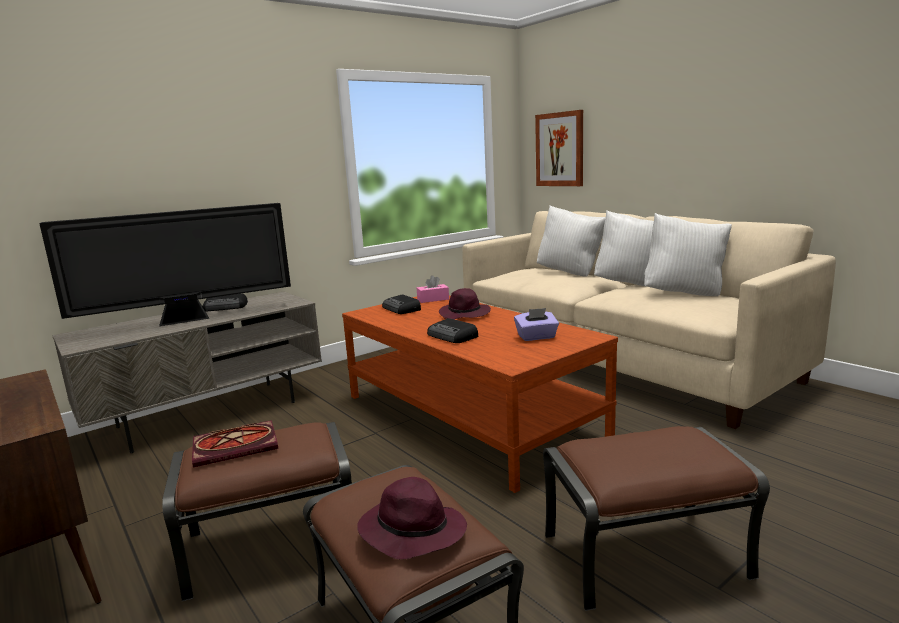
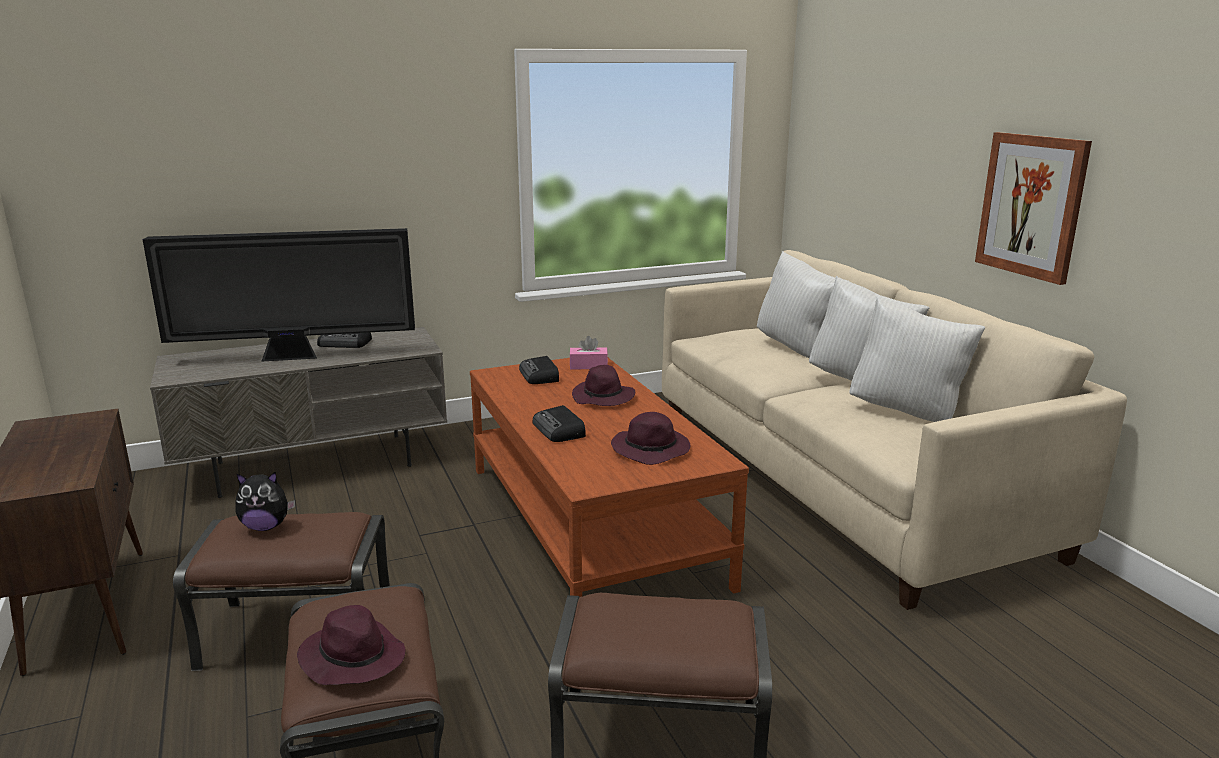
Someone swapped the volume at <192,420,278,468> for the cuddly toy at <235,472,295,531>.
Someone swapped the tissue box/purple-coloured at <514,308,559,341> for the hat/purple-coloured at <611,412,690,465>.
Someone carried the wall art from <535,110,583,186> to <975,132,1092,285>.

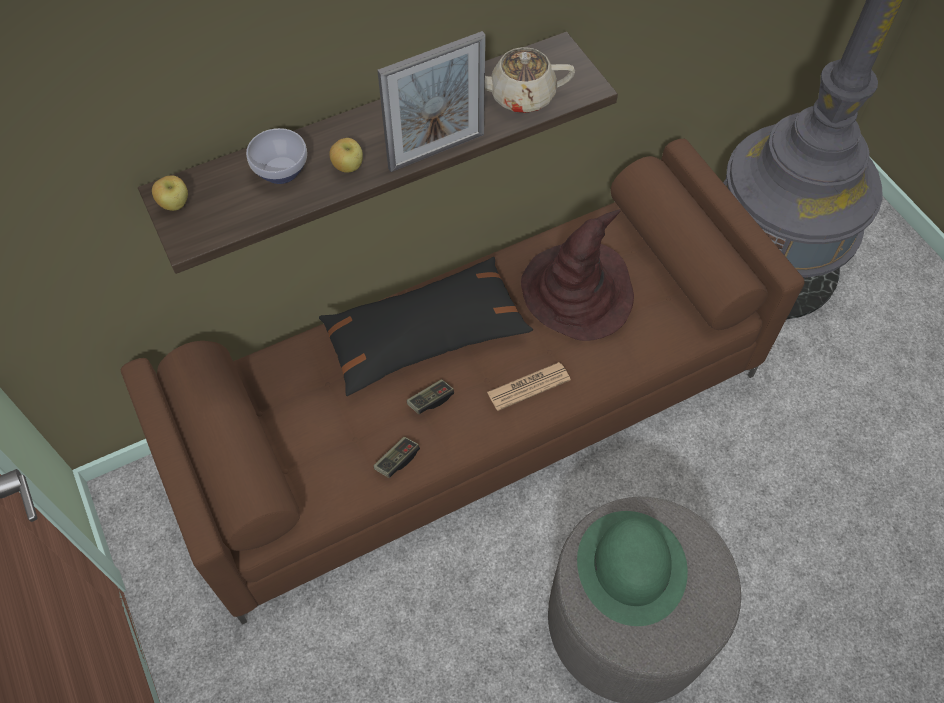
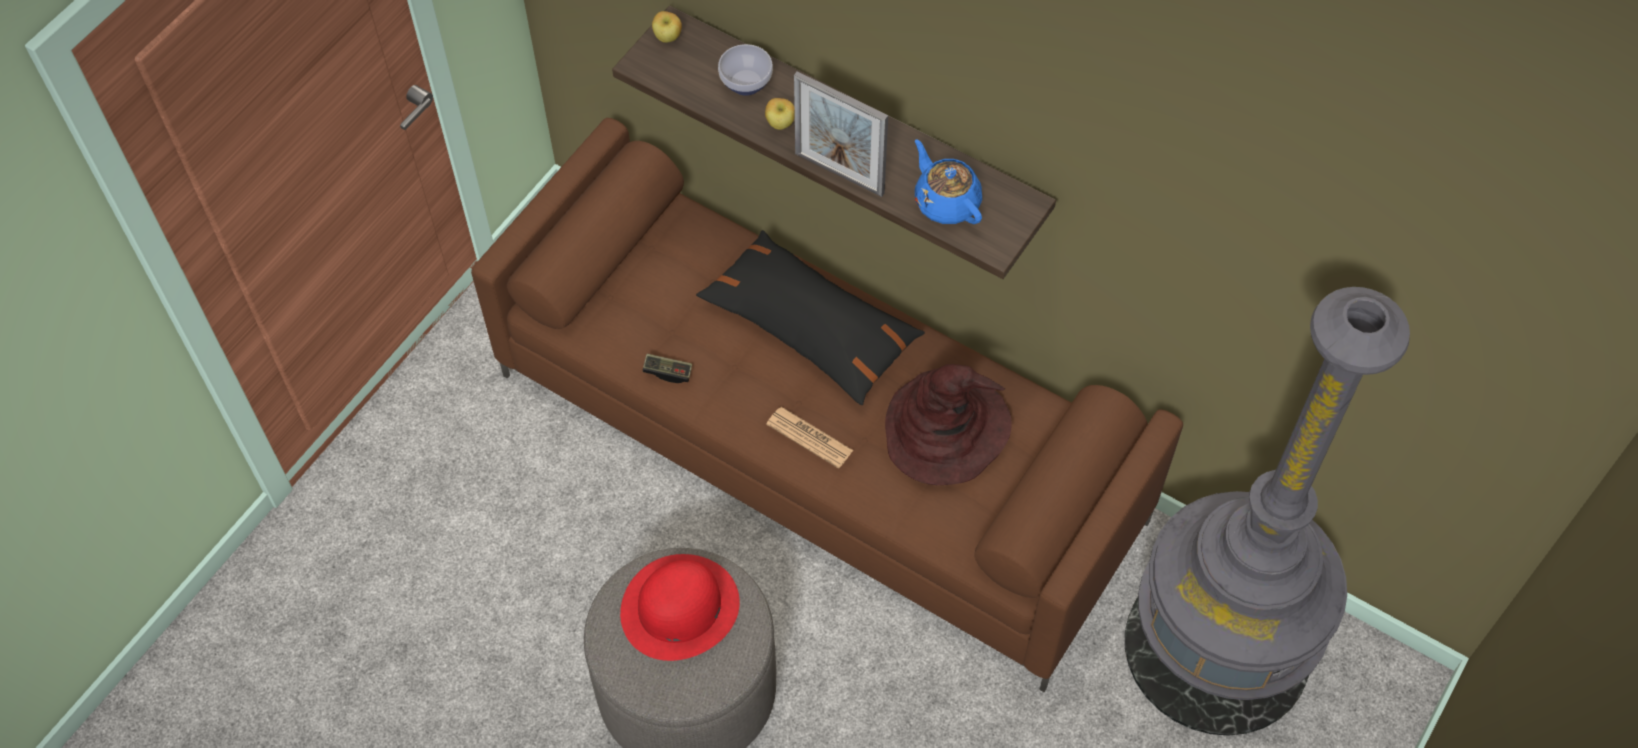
Someone took away the gamepad at <407,379,454,414>.
Someone repainted the pot for tea/beige at <485,47,575,113>, which became the pot for tea/bluish at <915,139,982,224>.
Someone repainted the hat/green-coloured at <577,511,688,626>, which became the hat/red at <620,554,740,661>.

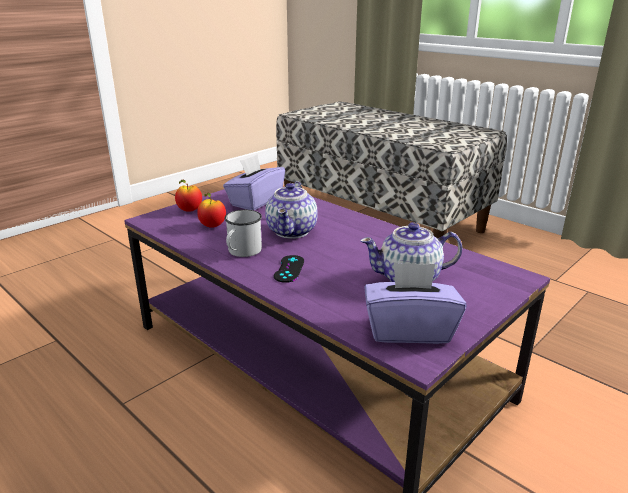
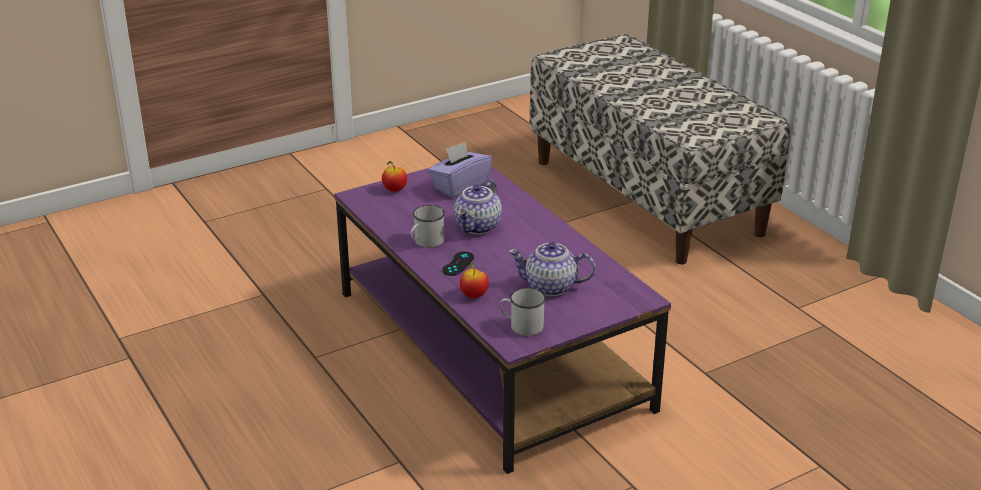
Someone carried the apple from <197,193,226,228> to <460,263,489,298>.
Someone swapped the tissue box/purple-coloured at <364,262,466,344> for the mug/white-coloured at <499,288,546,336>.

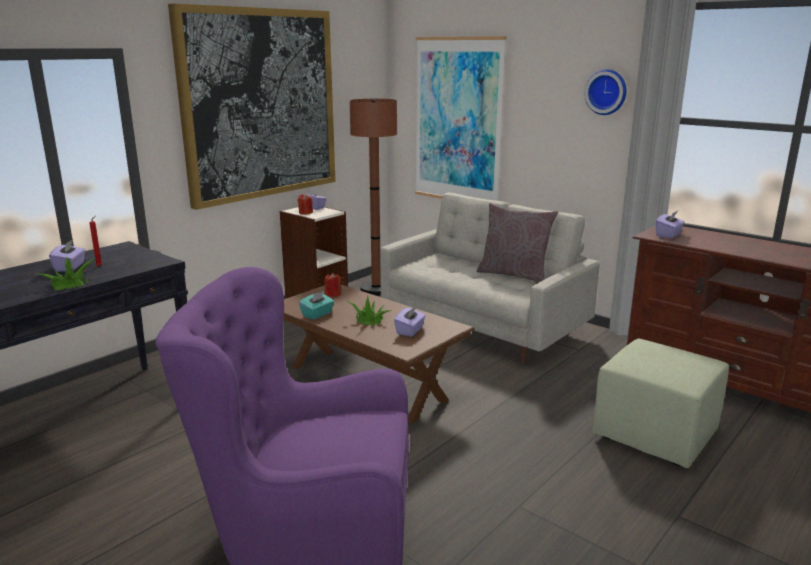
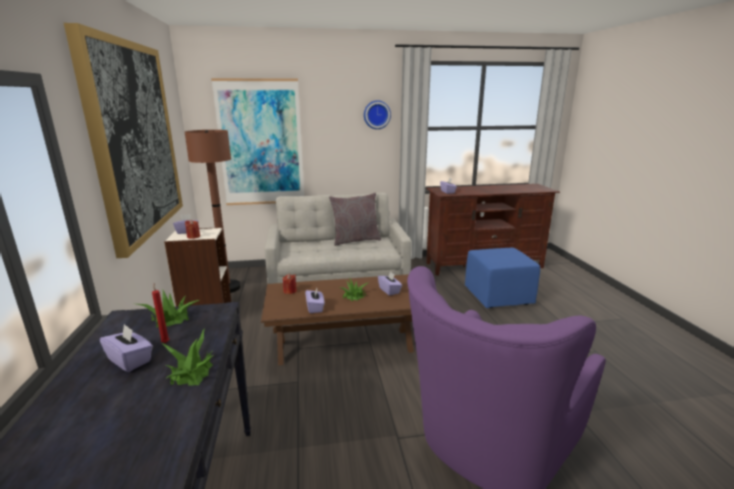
Someone repainted the tissue box/turquoise at <299,291,334,320>, which became the tissue box/purple-coloured at <305,288,324,313>.
Someone repainted the ottoman/green-coloured at <592,339,729,468>, which became the ottoman/bluish at <465,248,540,308>.
Someone put down the potted plant at <137,289,199,328>.

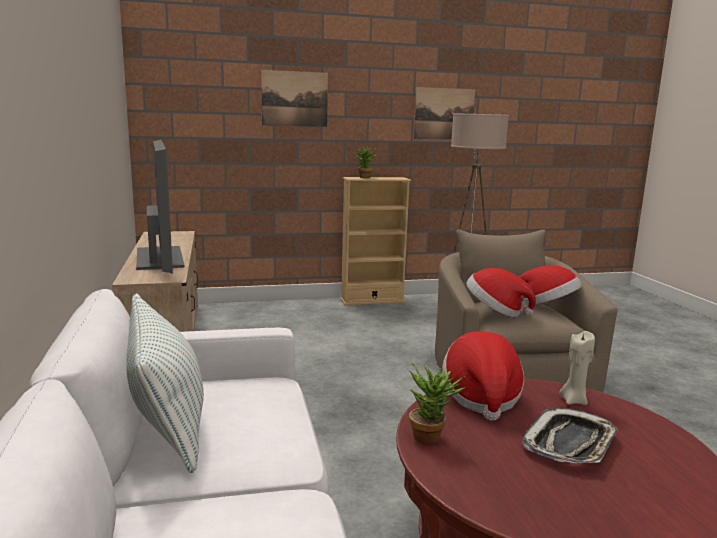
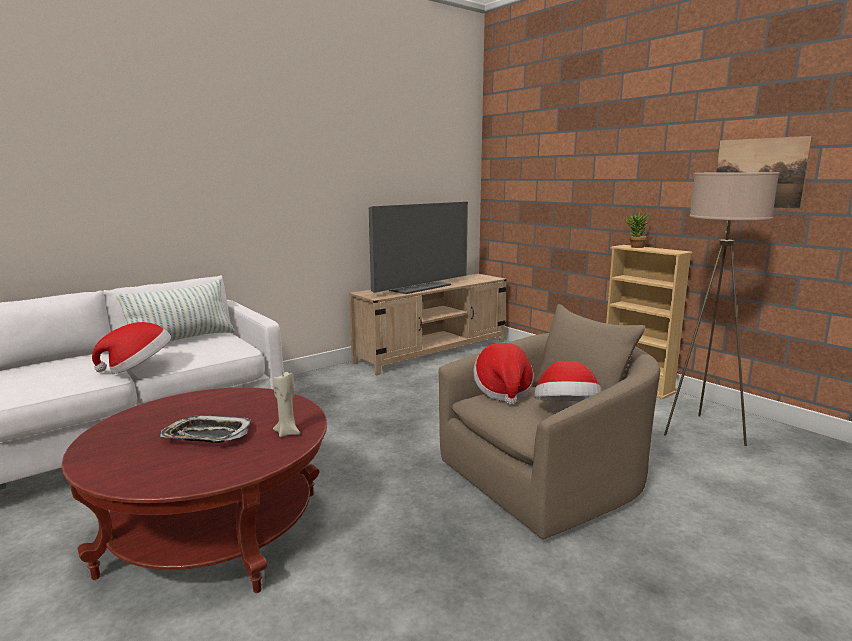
Someone took away the wall art at <261,70,328,127>.
Someone took away the potted plant at <409,363,466,444>.
Someone carried the hat from <442,331,524,421> to <92,322,171,374>.

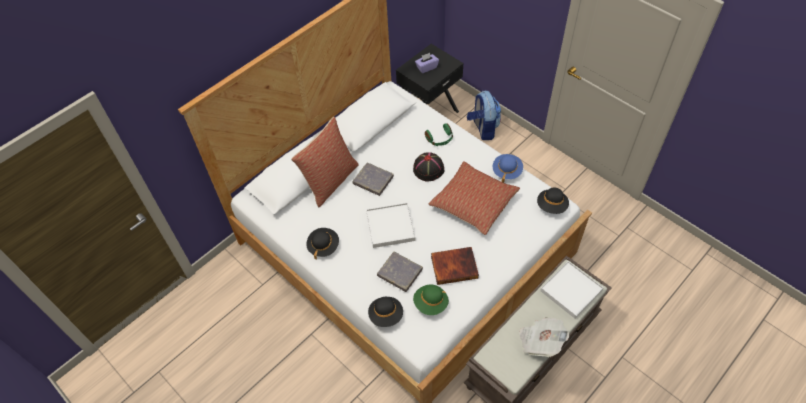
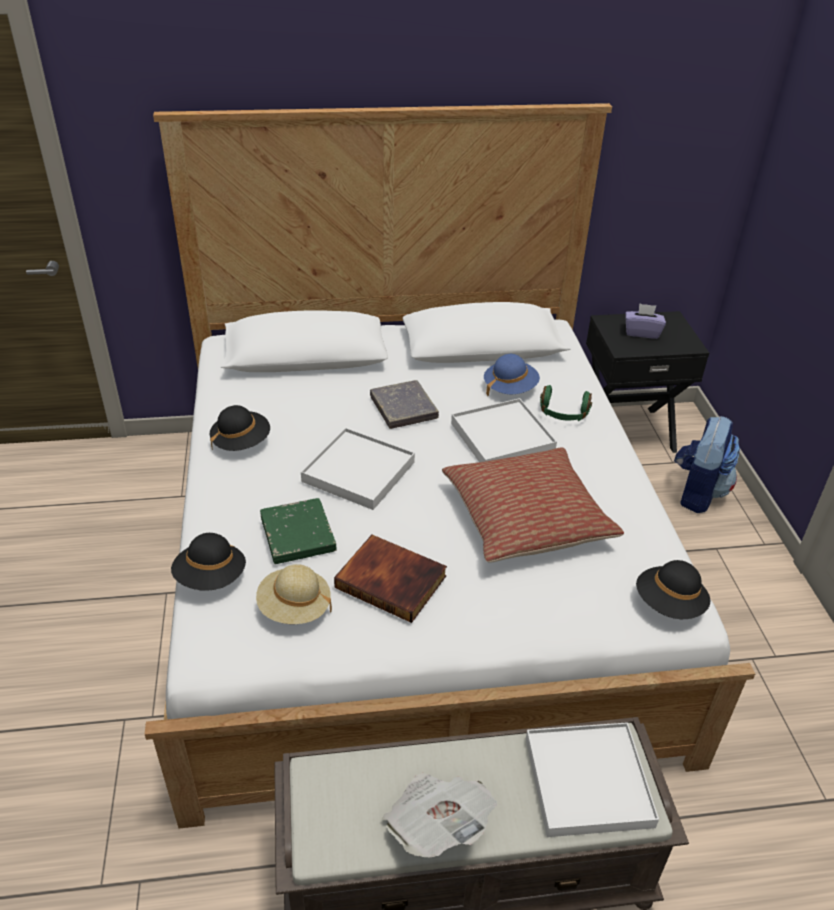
Someone took away the pillow at <291,117,359,207>.
Someone repainted the volume/gray at <377,252,423,292>, which became the volume/green-coloured at <260,498,337,564>.
Someone swapped the hat/black-coloured at <413,152,444,182> for the serving tray/white-coloured at <451,398,557,462>.
Someone repainted the hat/green-coloured at <413,285,449,315>, which became the hat/beige at <256,564,332,624>.
Someone carried the hat/bluish from <493,154,523,183> to <484,354,540,396>.

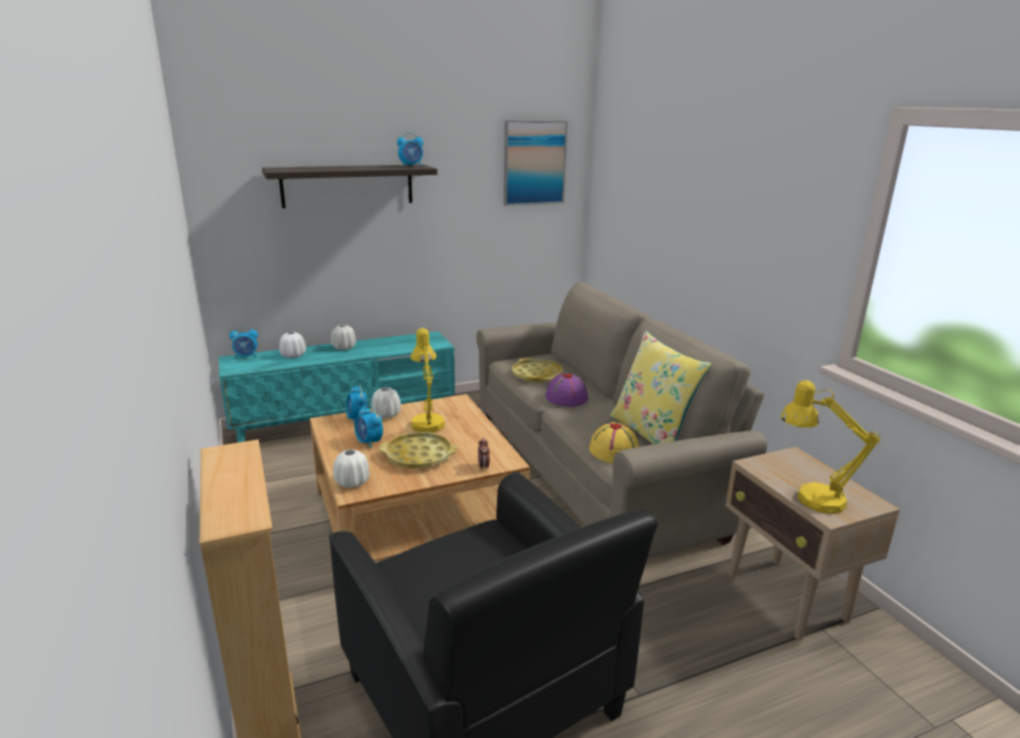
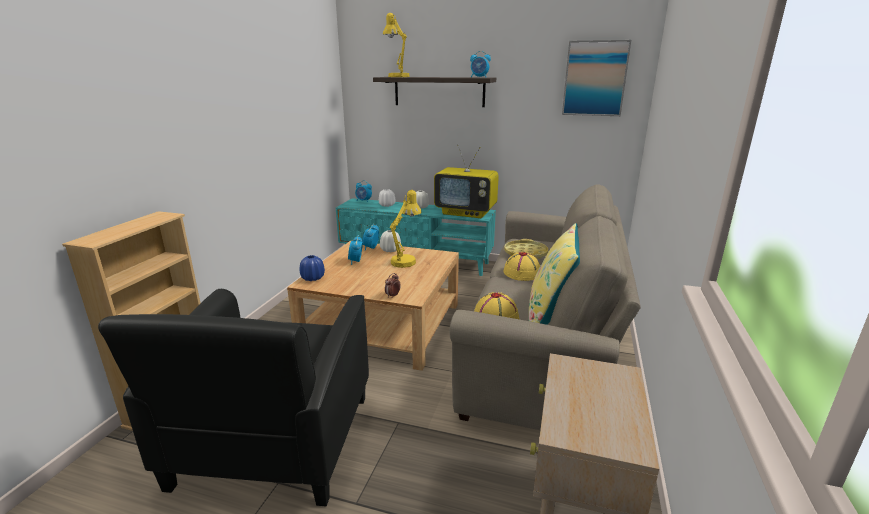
Someone repainted the decorative vase/white-coloured at <333,449,369,488>, which became the decorative vase/bluish at <300,255,325,281>.
Someone took away the serving tray/yellow-coloured at <379,432,458,469>.
Someone repainted the hat/purple-coloured at <545,373,588,407>, which became the hat/yellow-coloured at <503,252,540,281>.
Someone carried the tabletop lamp/yellow-coloured from <780,380,880,514> to <383,13,410,77>.
Someone put down the TV set at <434,145,499,218>.

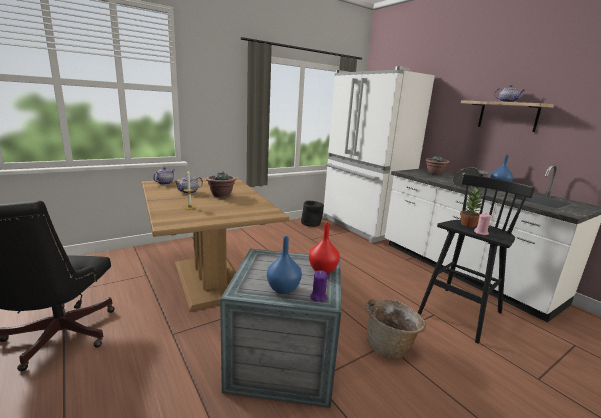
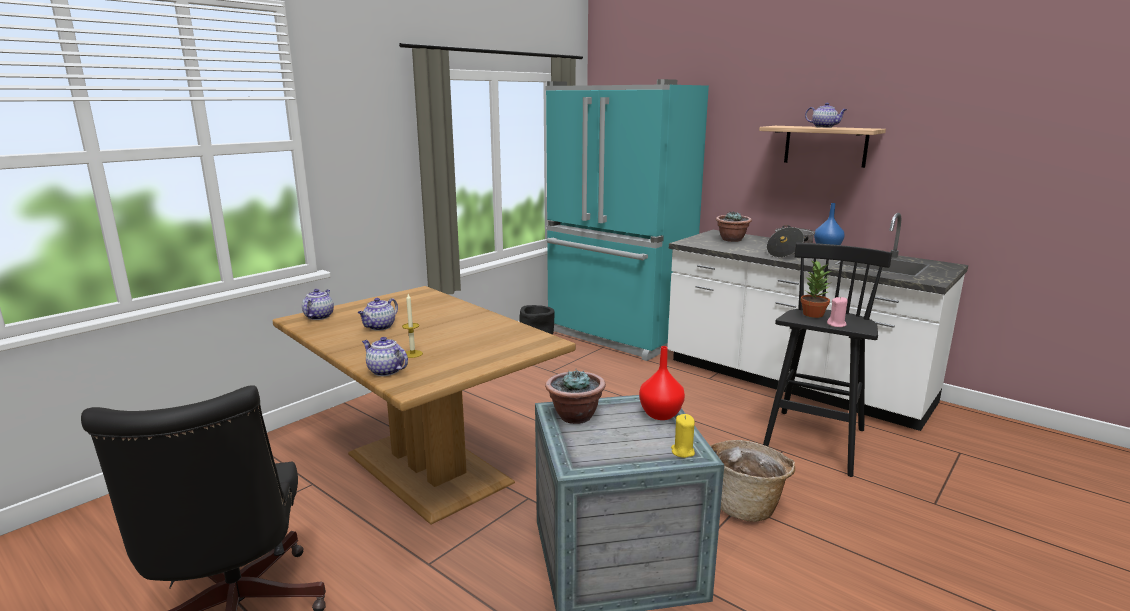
Someone carried the potted plant from <206,172,236,198> to <545,369,606,424>.
Someone took away the decorative vase/bluish at <267,236,302,294>.
Someone repainted the wax candle/purple-coloured at <310,270,327,302>, which became the wax candle/yellow-coloured at <671,414,695,458>.
Someone repainted the refrigerator/white-coloured at <322,66,435,243>, which became the refrigerator/turquoise at <546,79,709,361>.
Someone put down the pot for tea at <362,337,408,376>.

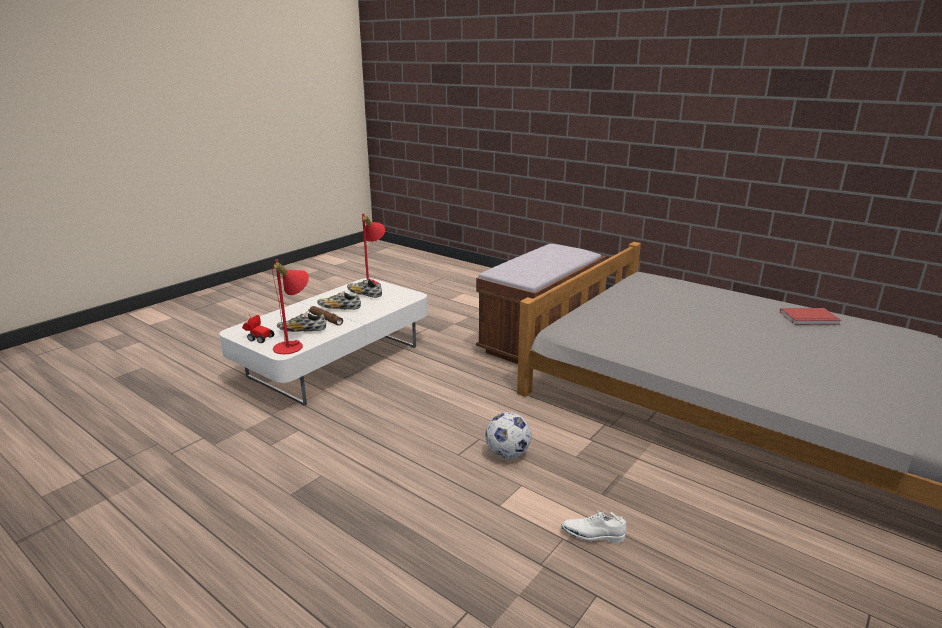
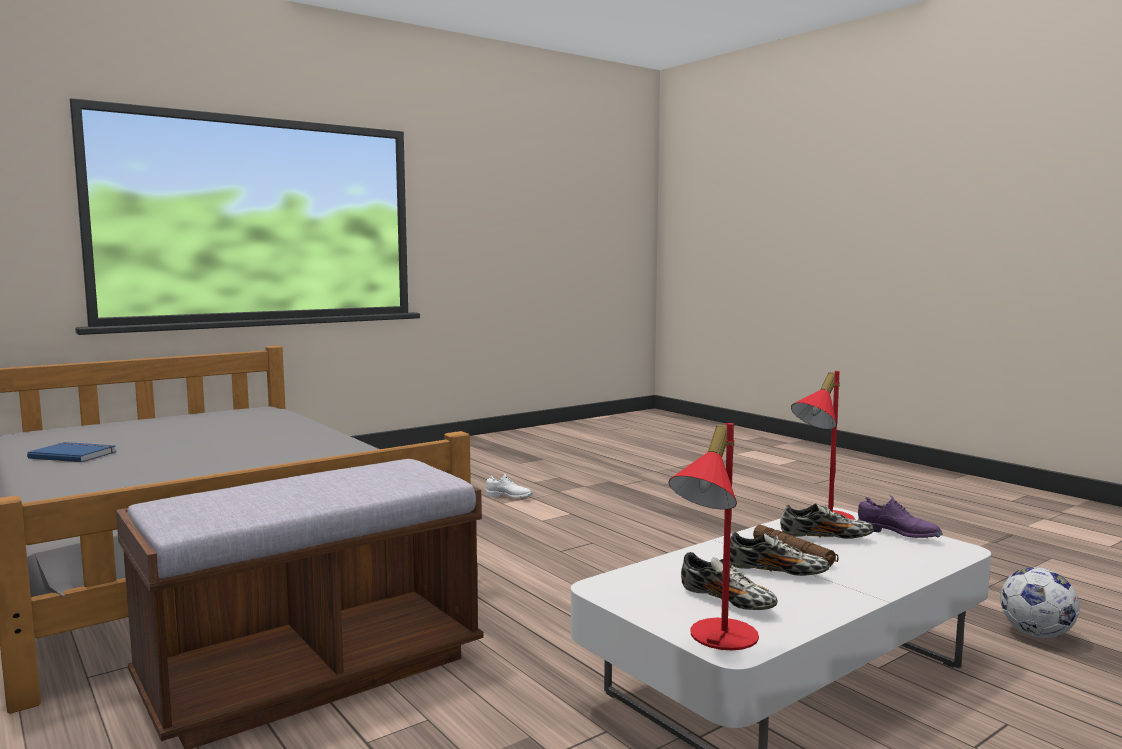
Someone swapped the miniature car at <242,313,274,343> for the item of footwear/purple-coloured at <858,495,943,538>.
Someone carried the football ball from <485,412,531,459> to <1000,567,1080,638>.
Someone repainted the volume/red at <780,308,841,325>, which became the volume/bluish at <27,442,116,462>.

